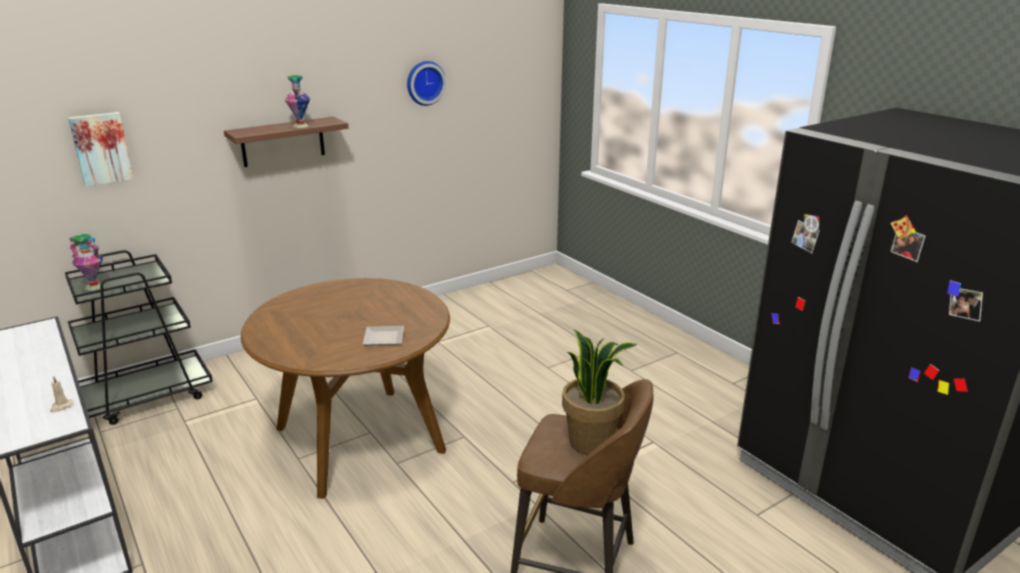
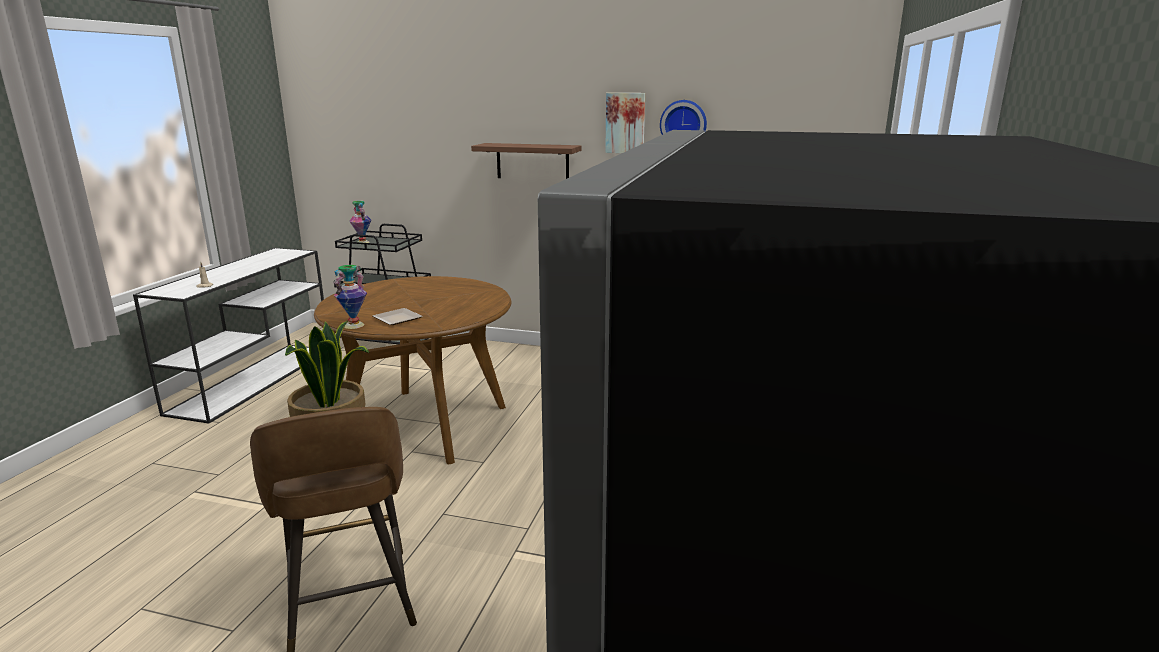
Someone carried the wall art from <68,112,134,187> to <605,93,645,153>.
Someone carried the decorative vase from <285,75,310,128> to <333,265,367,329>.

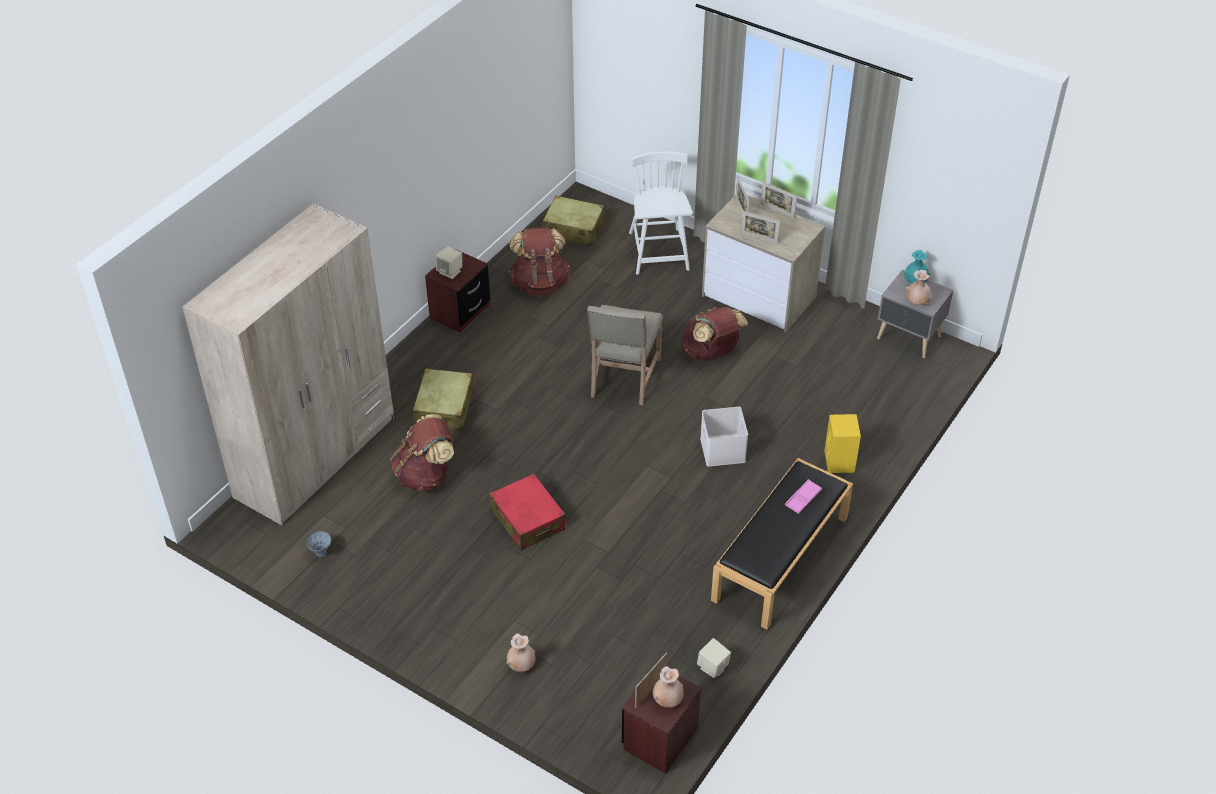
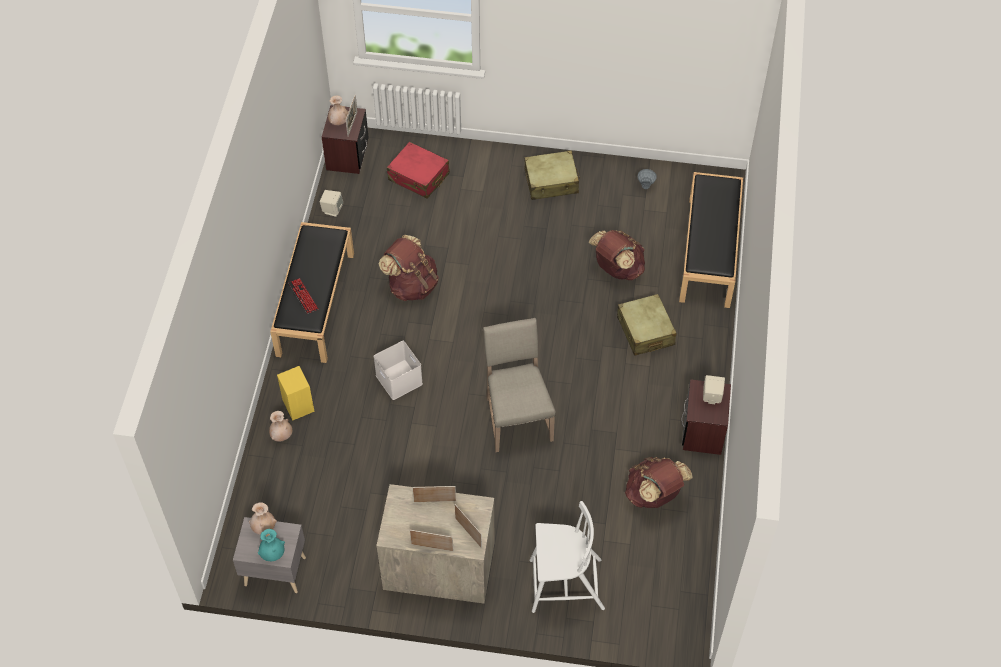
Someone swapped the wardrobe/beige at <182,203,394,525> for the bench/black-coloured at <679,172,743,308>.
Someone carried the travel case/red from <489,474,565,550> to <387,142,450,199>.
Someone carried the decorative vase/beige from <507,633,535,672> to <269,411,292,442>.
Someone carried the travel case/beige from <543,196,604,247> to <524,150,580,200>.
Someone rotated the upright chair/white-coloured at <629,151,693,275> by 60 degrees counterclockwise.
Someone carried the rucksack/brown-coloured from <681,307,748,361> to <379,235,439,301>.
Someone swapped the serving tray/pink at <785,479,822,514> for the computer keyboard at <288,278,319,314>.

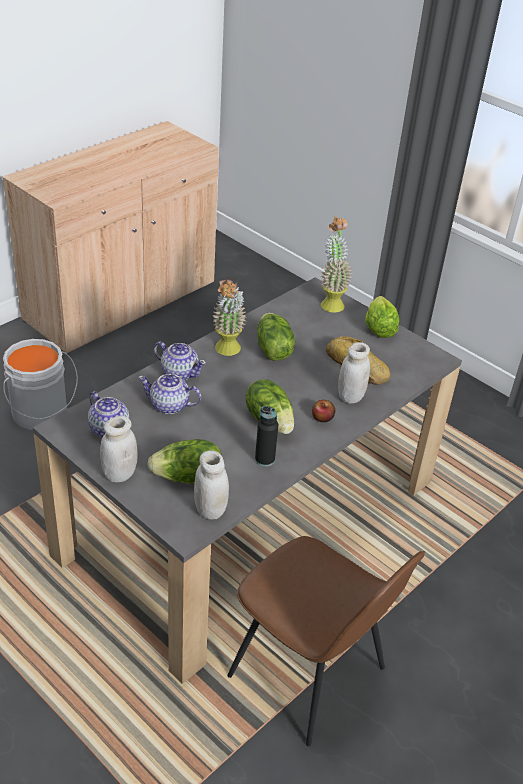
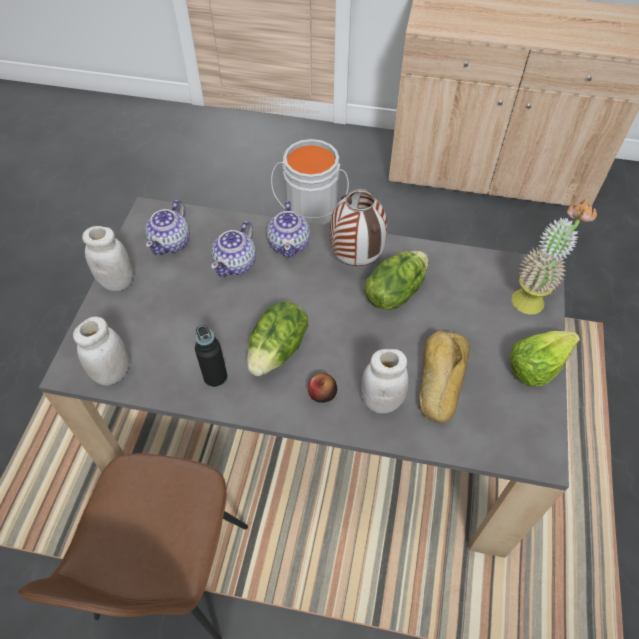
Someone rotated the pot for tea at <138,374,201,414> by 135 degrees counterclockwise.
Someone took away the head of lettuce at <147,439,222,484>.
Someone swapped the potted plant at <212,278,246,356> for the decorative vase at <329,189,387,266>.

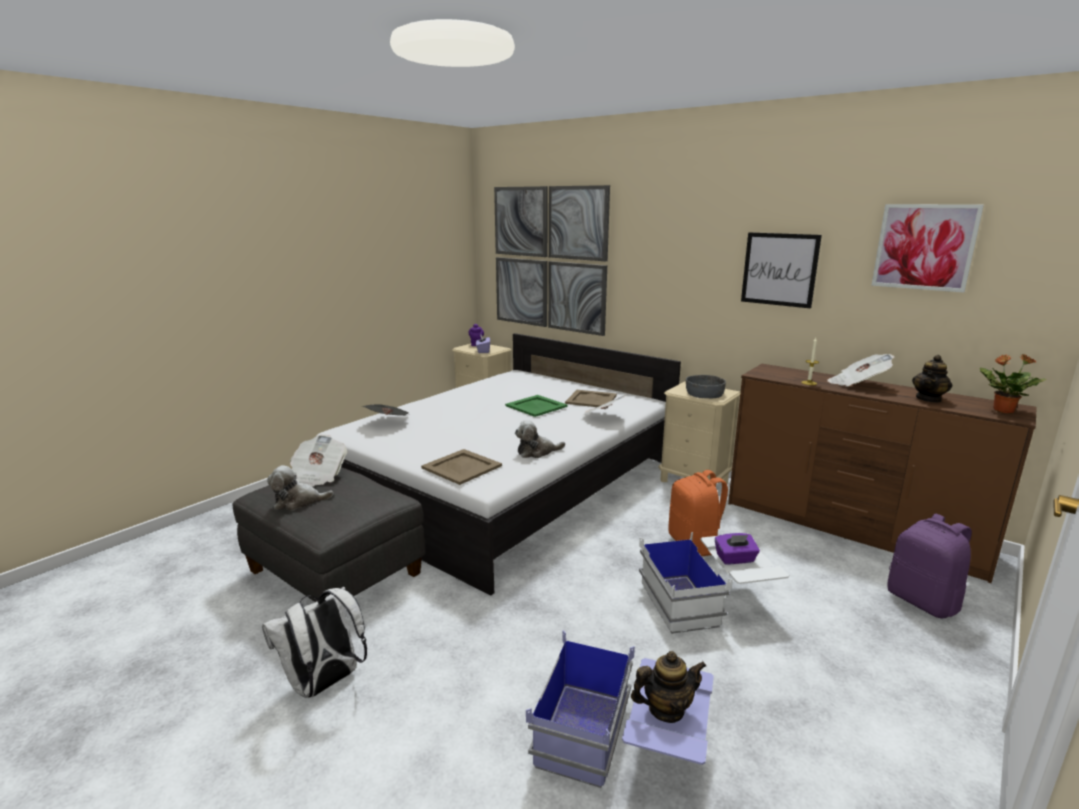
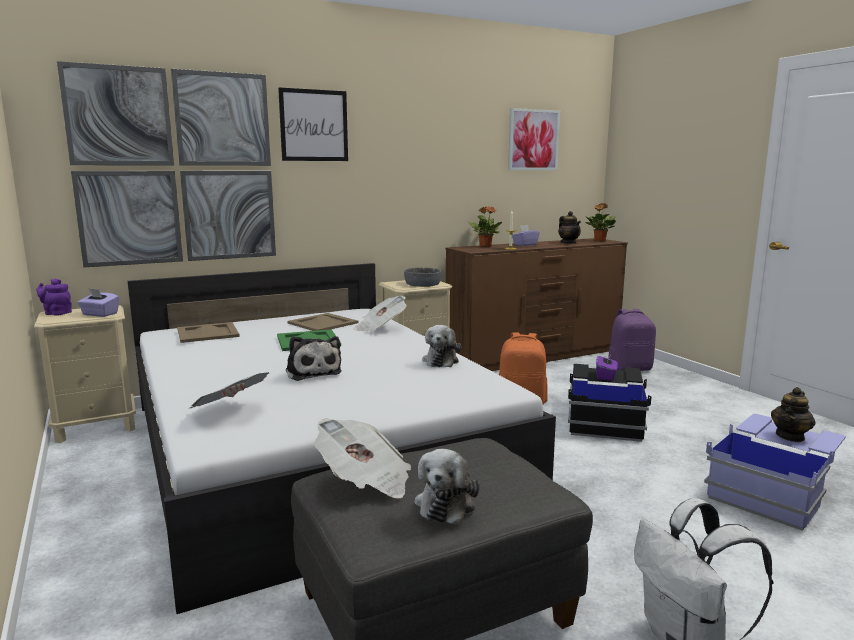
Someone carried the serving tray/beige from <421,449,502,485> to <177,322,240,343>.
Someone rotated the pot for tea at <631,651,706,723> by 150 degrees counterclockwise.
Someone repainted the storage container/white-coloured at <639,532,789,634>, which became the storage container/black-coloured at <568,364,652,442>.
Someone carried the wall art from <741,232,822,308> to <278,87,348,161>.
Someone swapped the newspaper at <827,354,895,386> for the tissue box/purple-coloured at <512,225,540,246>.
Someone put down the cuddly toy at <286,336,341,381>.
Someone put down the potted plant at <468,206,502,247>.

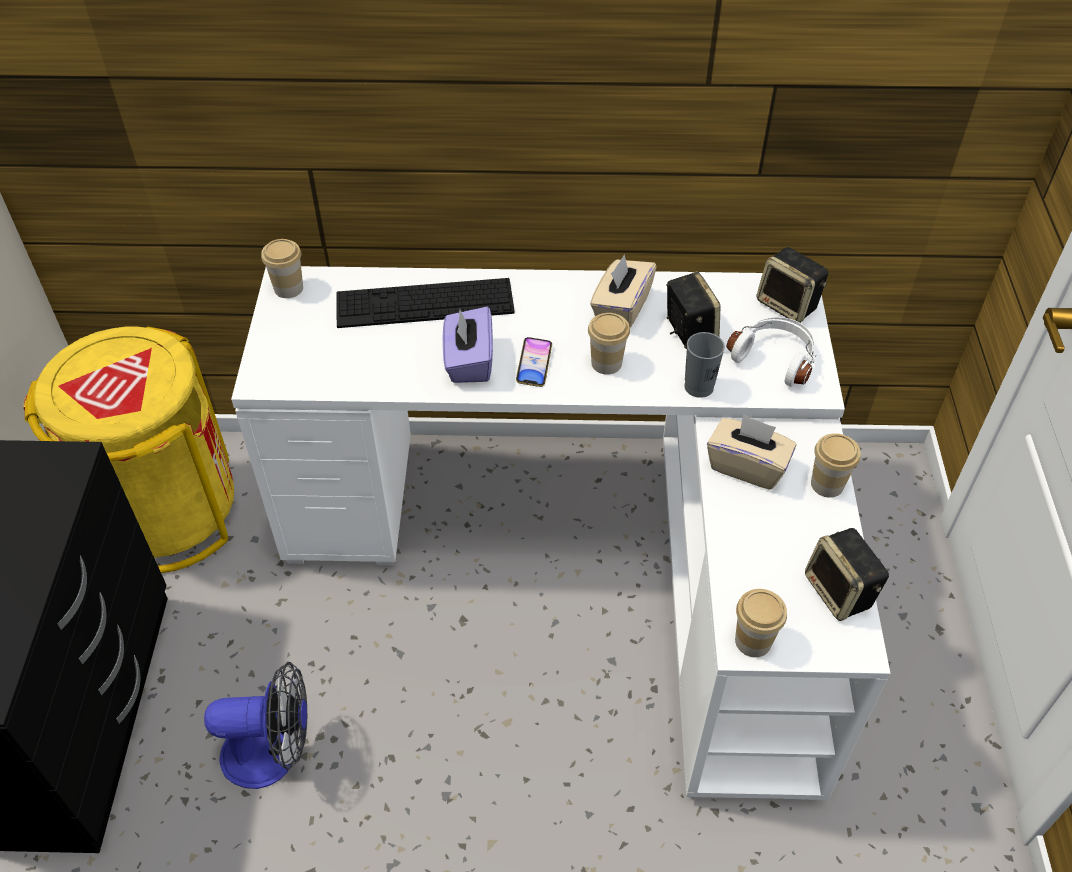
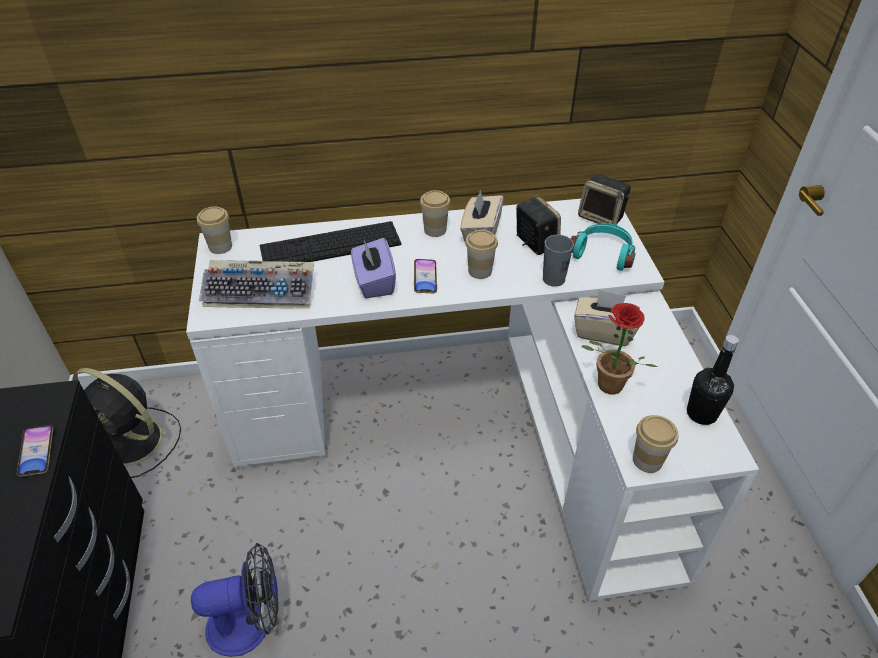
Someone swapped the waste bin/yellow-coloured at <23,326,234,573> for the fan/black-coloured at <72,368,181,478>.
Someone repainted the headset/white-coloured at <726,317,816,387>, which became the headset/turquoise at <570,223,636,271>.
Someone swapped the audio speaker at <805,528,889,621> for the bottle/black-coloured at <687,335,739,425>.
Someone carried the cup from <811,433,860,498> to <420,190,451,237>.
Someone put down the phone at <17,425,53,477>.
Someone put down the computer keyboard at <199,260,314,309>.
Someone put down the potted plant at <582,303,657,394>.

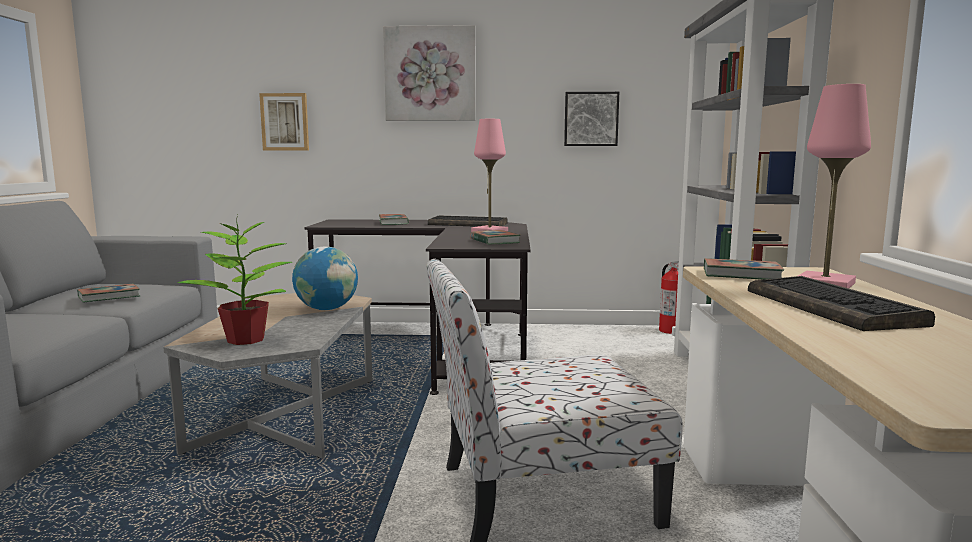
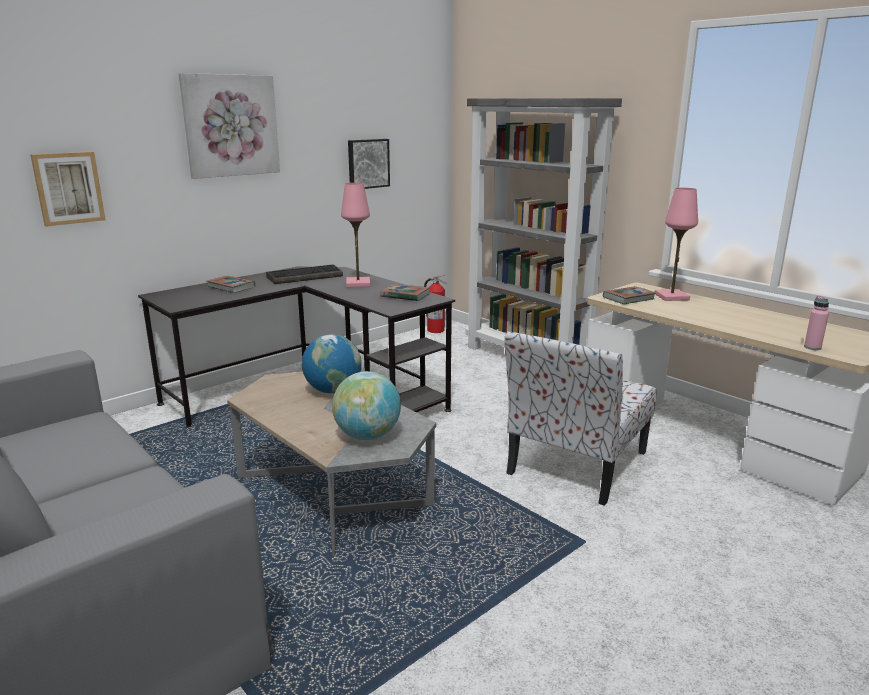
Someone took away the volume at <77,284,140,303>.
Someone swapped the potted plant at <177,215,292,345> for the desk globe at <332,371,401,440>.
Someone took away the computer keyboard at <748,276,935,331>.
Someone put down the bottle/pink at <804,296,829,350>.

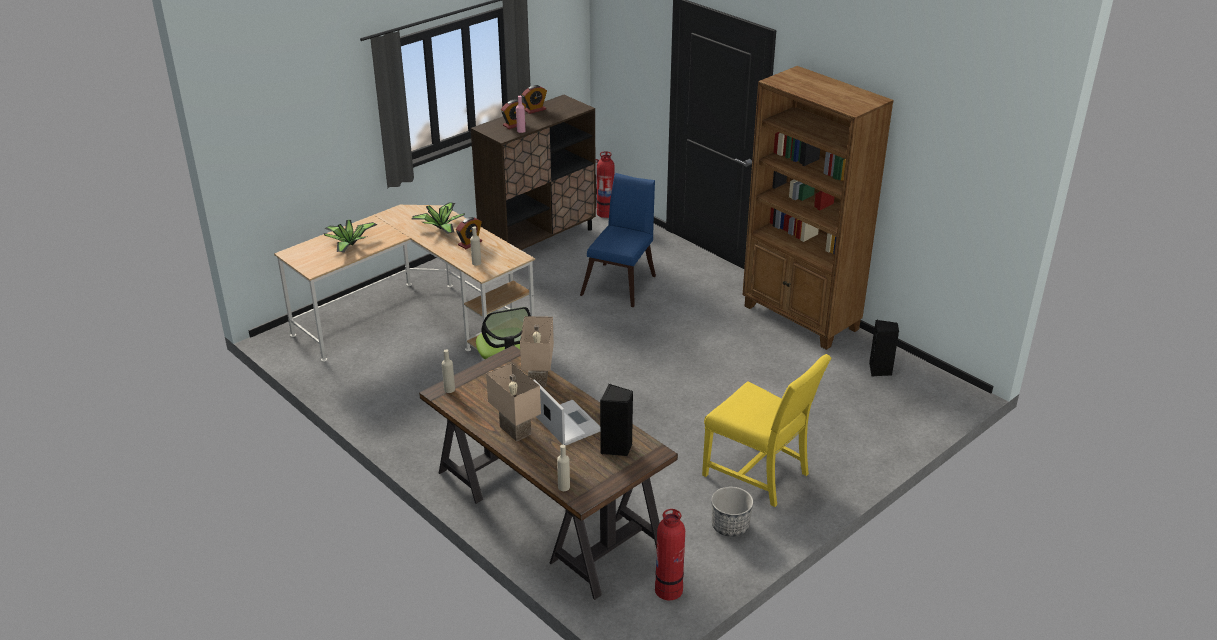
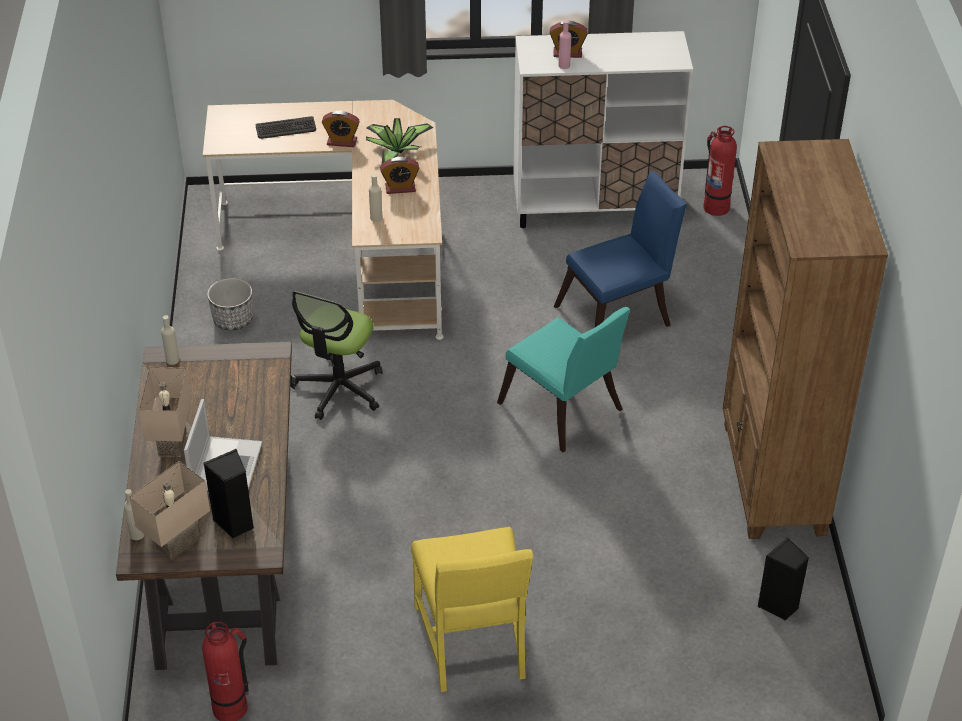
Someone swapped the potted plant at <324,220,377,253> for the computer keyboard at <256,116,316,139>.
Someone repainted the cupboard/brown-coloured at <471,95,596,250>, which became the cupboard/white-coloured at <513,31,693,228>.
Someone carried the tabletop lamp/beige from <520,316,554,388> to <129,461,210,560>.
Someone carried the alarm clock from <522,85,547,114> to <322,111,360,147>.
Someone carried the planter from <711,487,753,537> to <207,278,253,331>.
Someone put down the upright chair/turquoise at <497,307,630,453>.

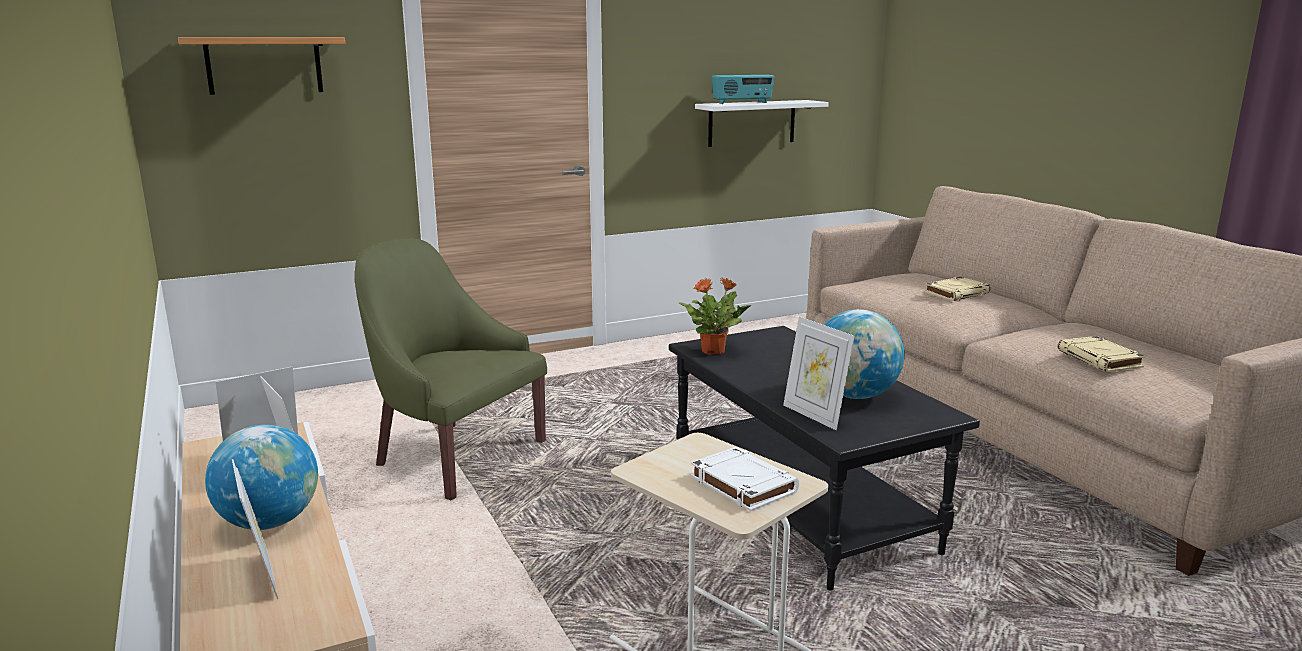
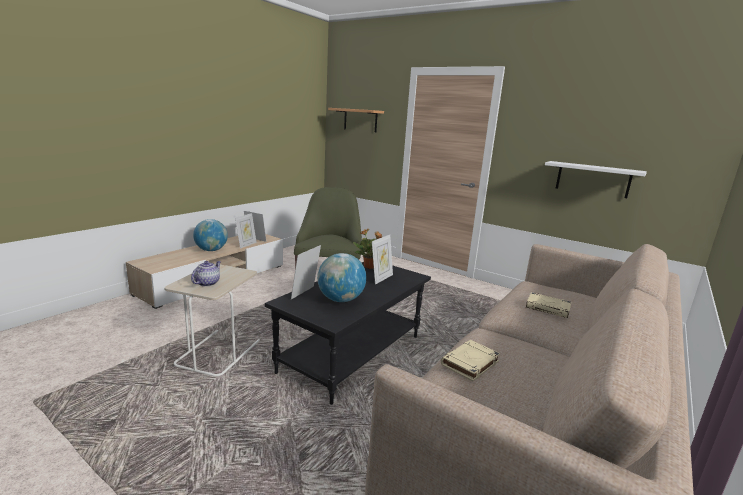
Someone carried the standing frame from <232,459,279,599> to <372,235,393,285>.
Someone swapped the volume/white-coloured at <691,447,799,511> for the pot for tea at <191,261,221,287>.
Someone took away the radio at <712,75,774,104>.

